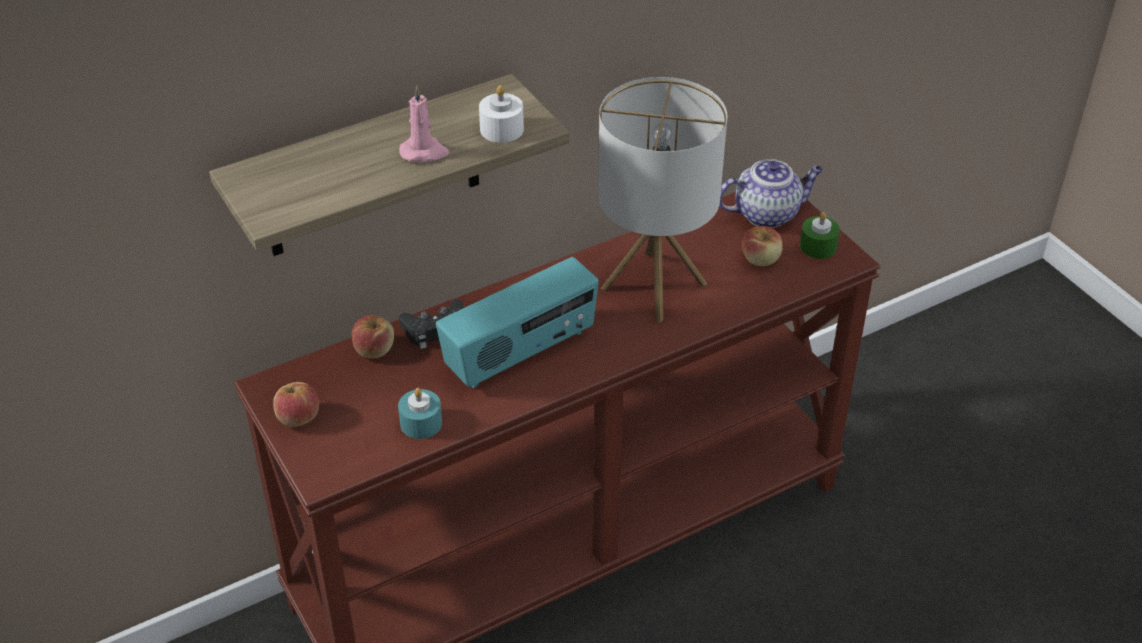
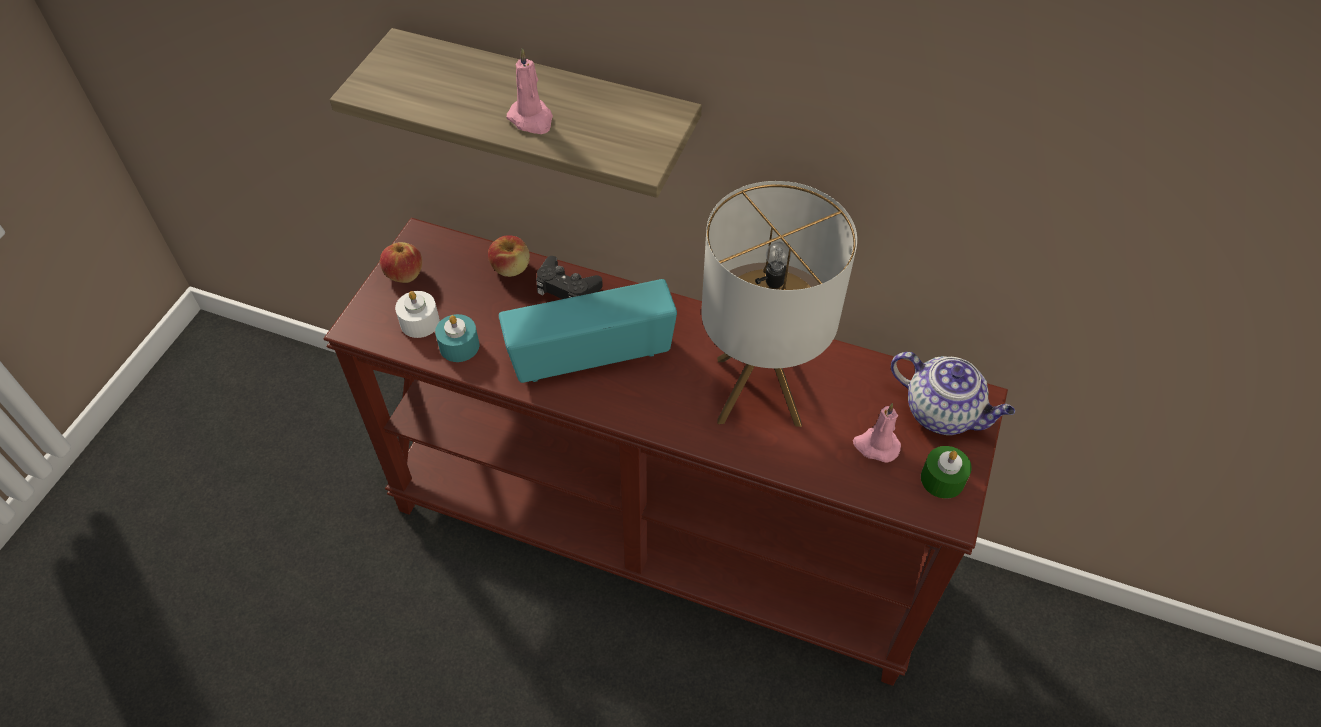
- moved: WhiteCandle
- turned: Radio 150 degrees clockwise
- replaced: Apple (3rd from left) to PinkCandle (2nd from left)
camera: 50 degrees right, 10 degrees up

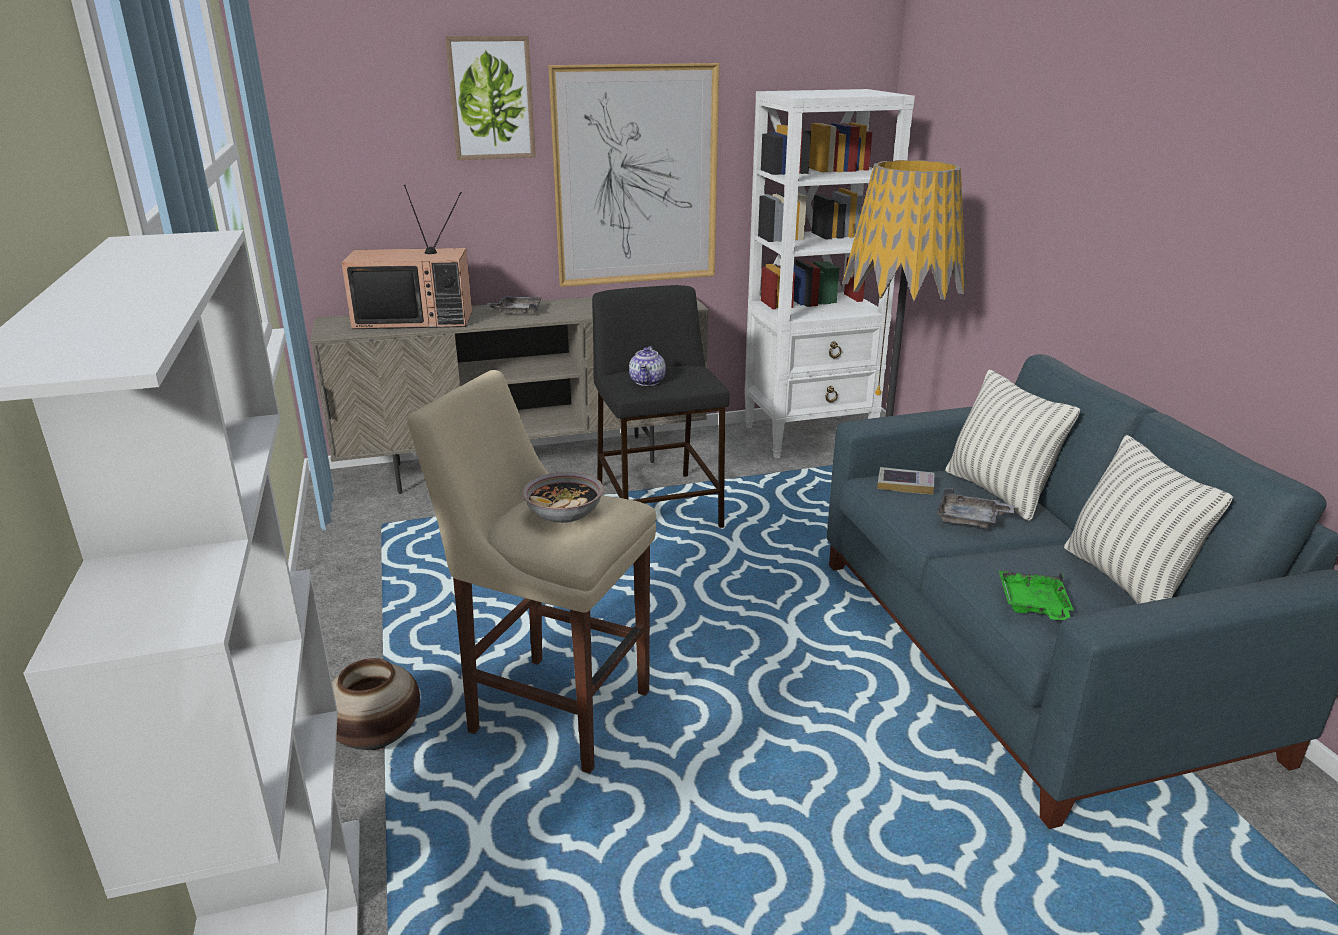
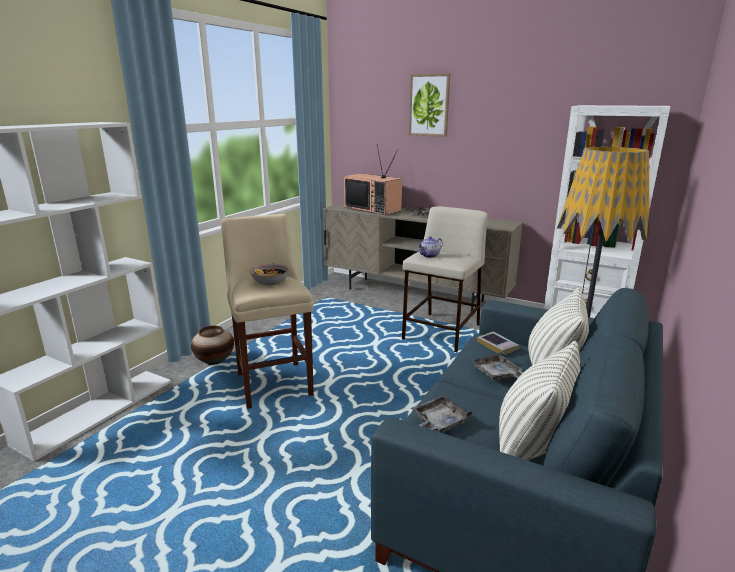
- recoloured: BlackStool to BeigeStool (2nd from left)
- recoloured: GreenTray to GreyTray (2nd from left)
- removed: Picture (2nd from left)
camera: 45 degrees right, 5 degrees down

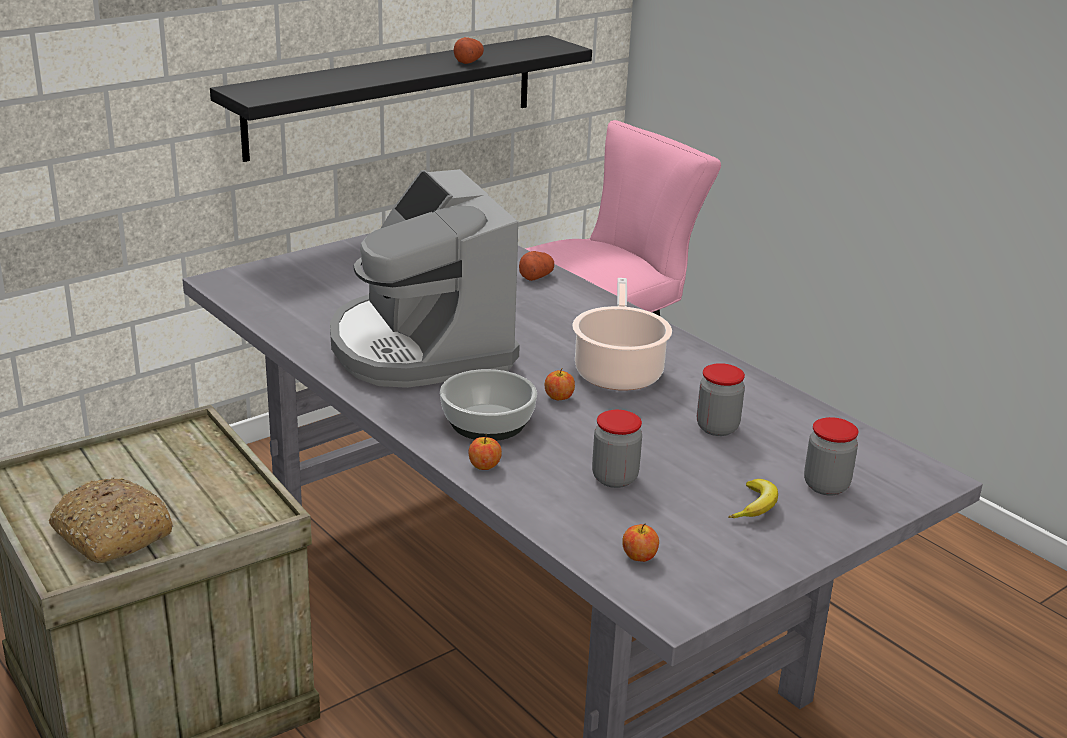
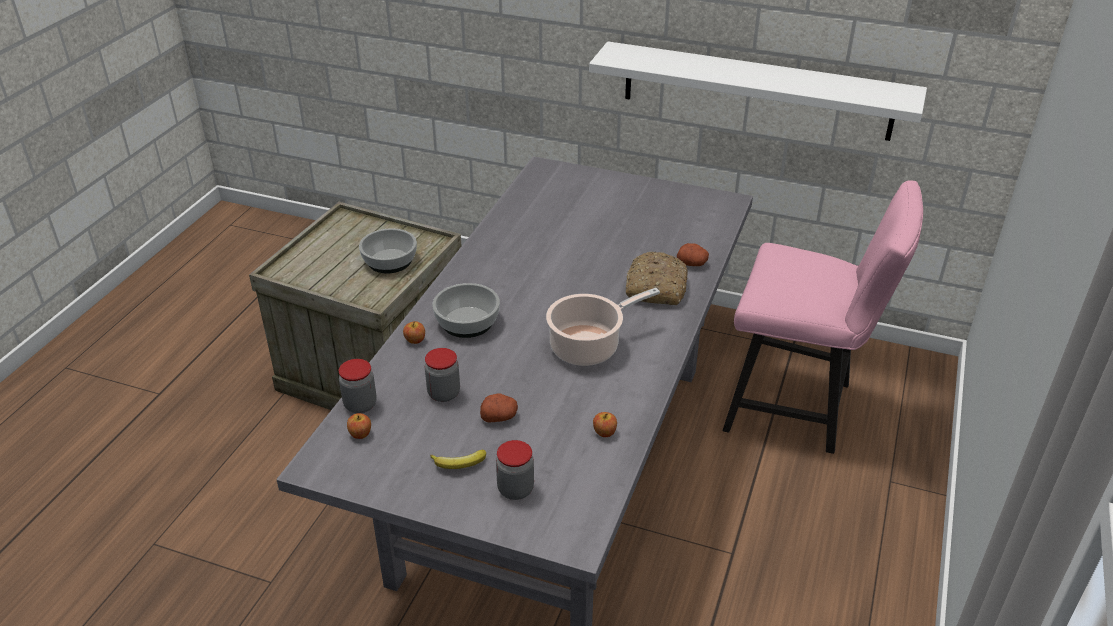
- moved: Jar (2nd from left in the first image) to Jar (1st from left)
- added: Bowl (1st from left)
- moved: Potato (1st from left)
- recoloured: BlackShelf to WhiteShelf
- moved: Apple (2nd from left in the first image) to Apple (3rd from left)
- moved: Bread
- removed: CoffeeMachine
camera: 60 degrees right, 10 degrees up

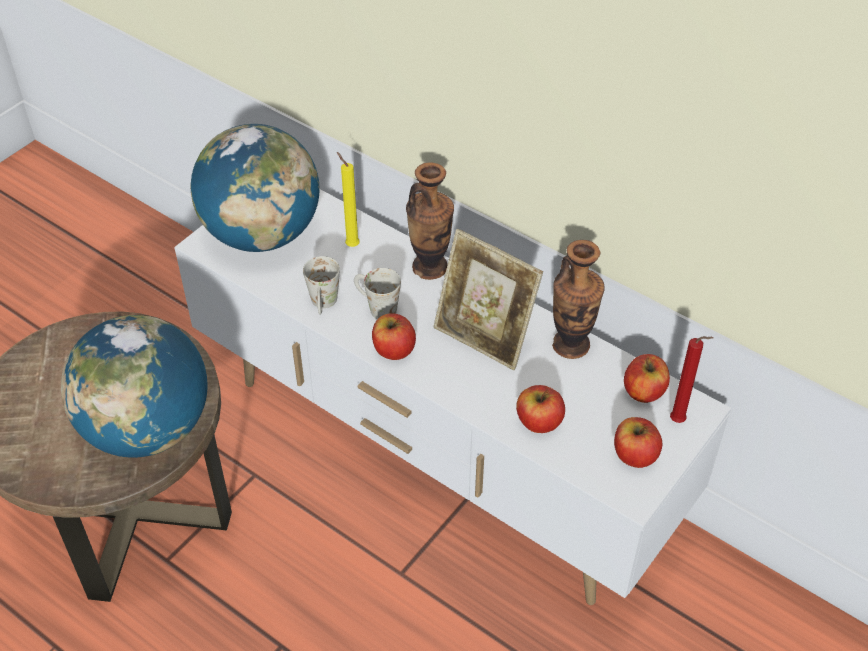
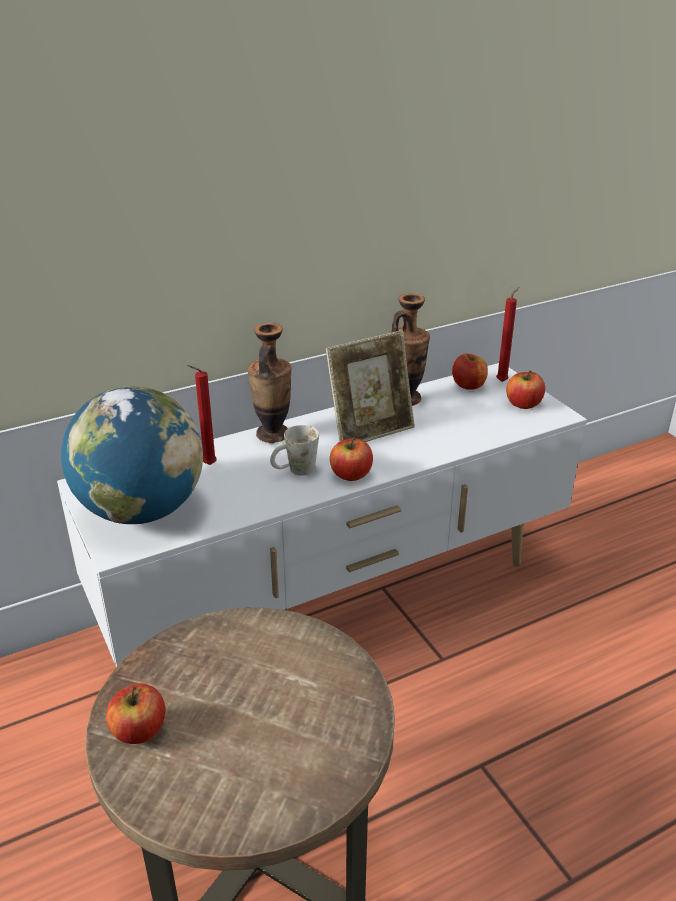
- moved: Apple (2nd from left in the first image) to Apple (1st from left)
- recoloured: YellowCandle to RedCandle (1st from left)
- removed: Globe (1st from left)
- removed: WhiteMug (1st from left)
camera: 65 degrees left, 15 degrees down

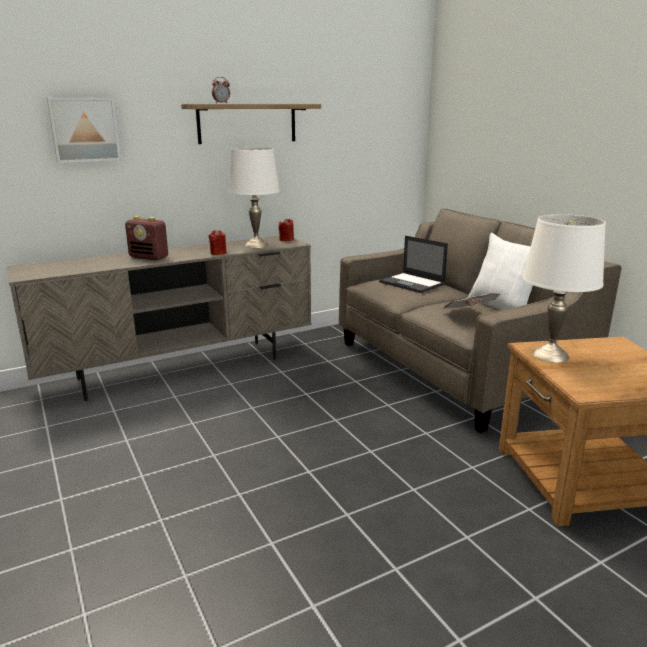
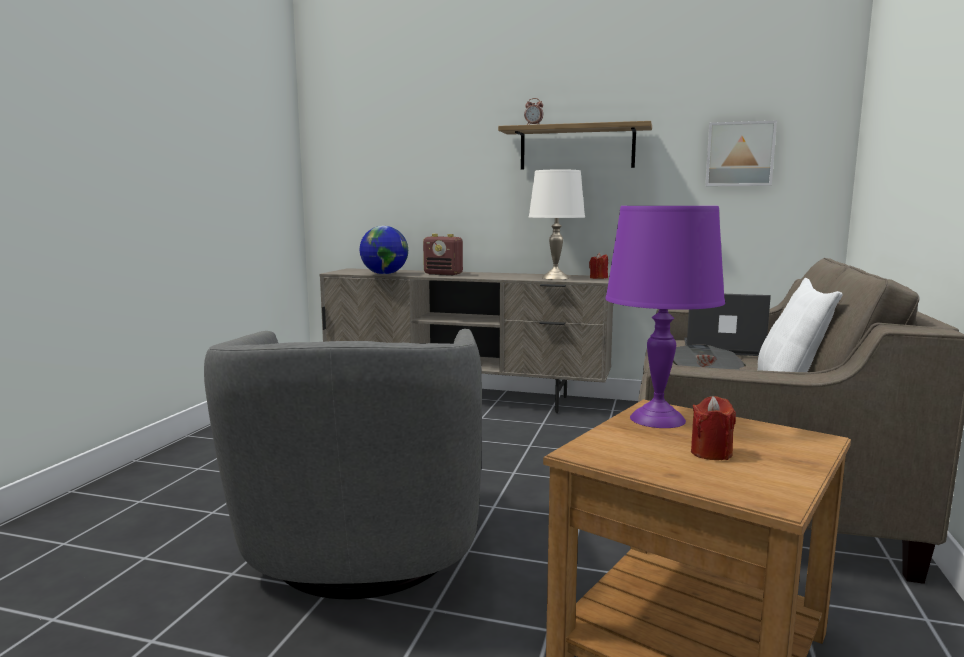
- added: GreyArmchair
- added: Globe
- turned: Radio 45 degrees counterclockwise
- recoloured: WhiteTableLamp (2nd from left) to PurpleTableLamp
- turned: Laptop 105 degrees clockwise
- moved: RedCandle (1st from left in the first image) to RedCandle (2nd from left)
- moved: Picture
camera: 45 degrees right, 10 degrees down

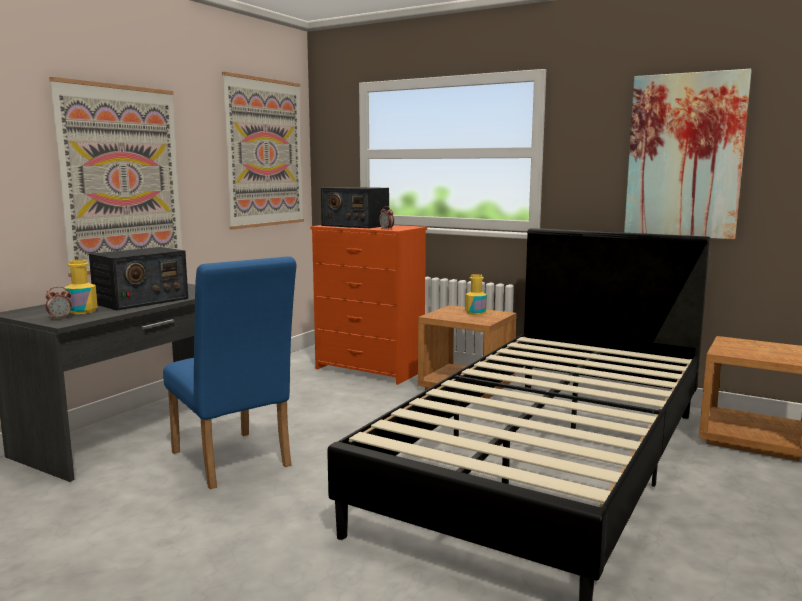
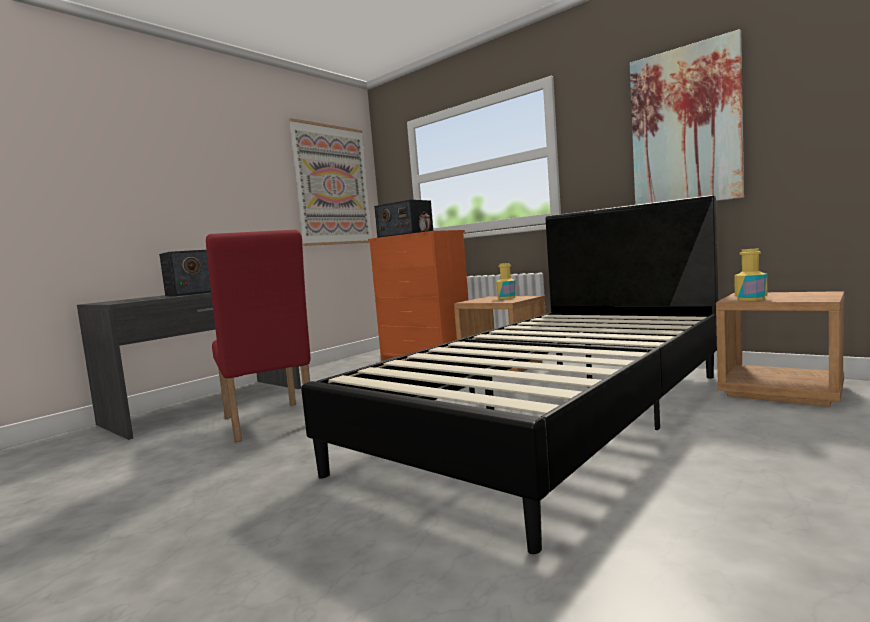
- recoloured: BlueChair to RedChair
- moved: YellowBottle (1st from left in the first image) to YellowBottle (2nd from left)
- removed: AlarmClock (1st from left)
- removed: Picture (1st from left)
camera: 10 degrees right, 5 degrees down

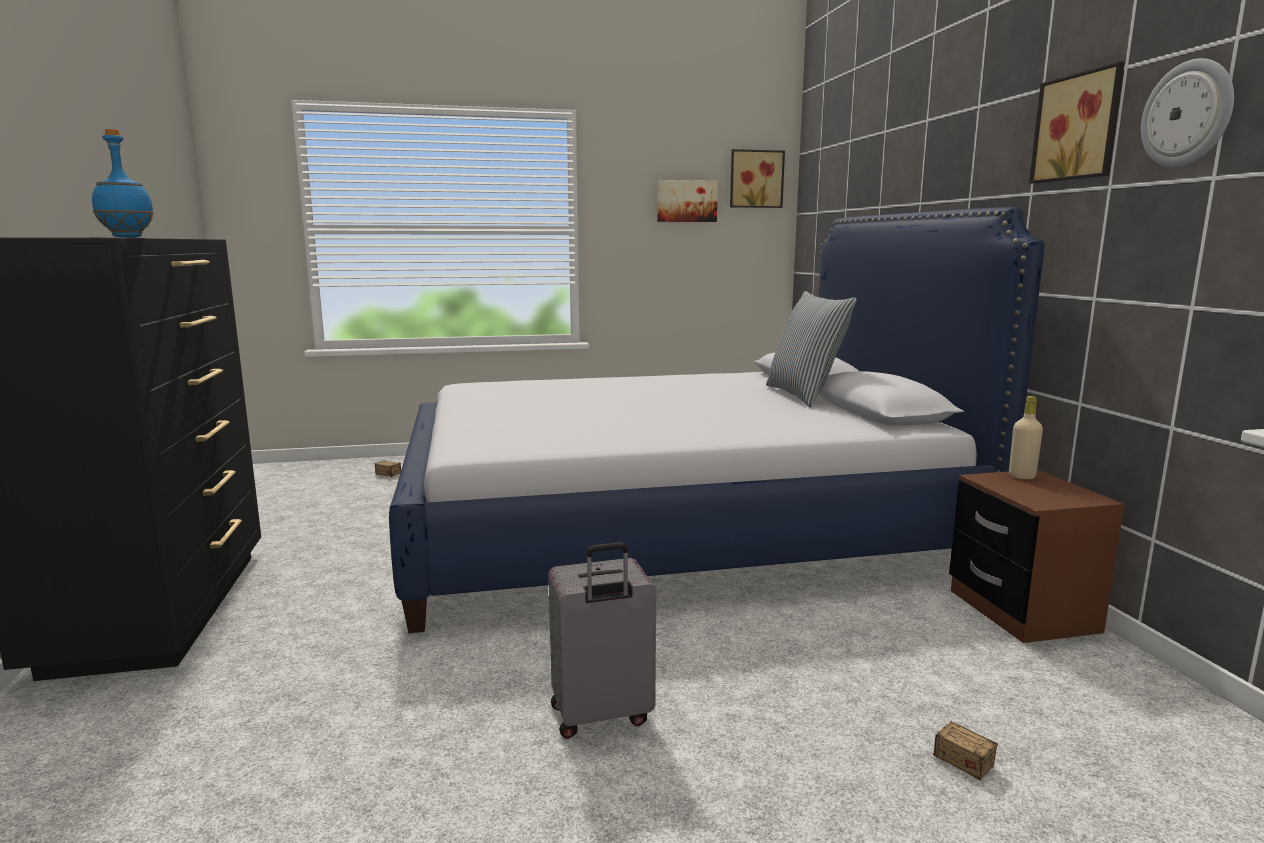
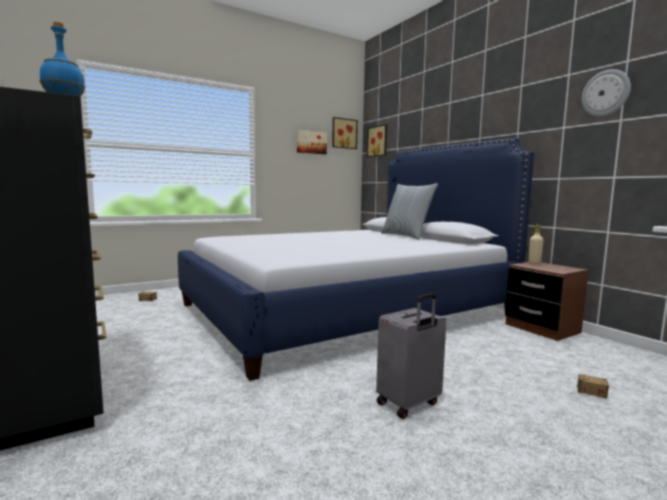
- moved: Picture (3rd from left)
camera: 20 degrees left, 5 degrees down

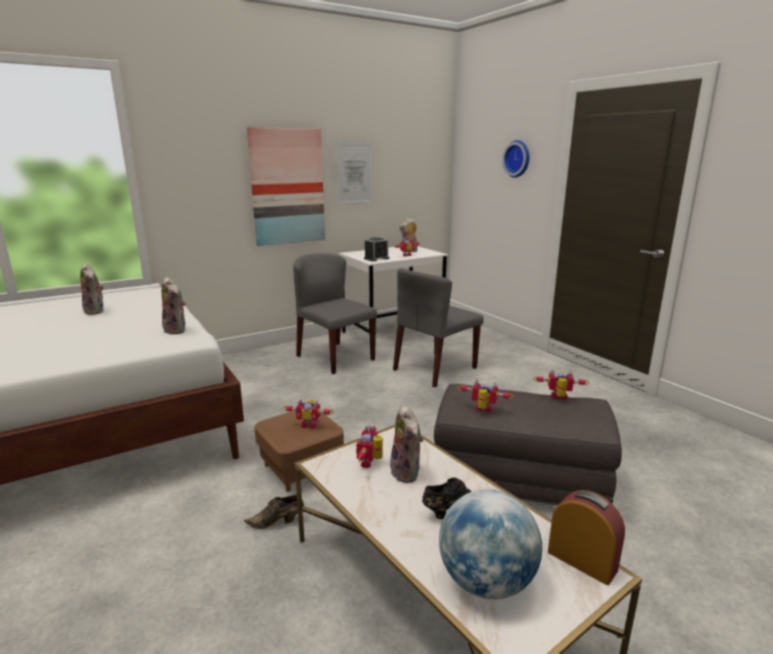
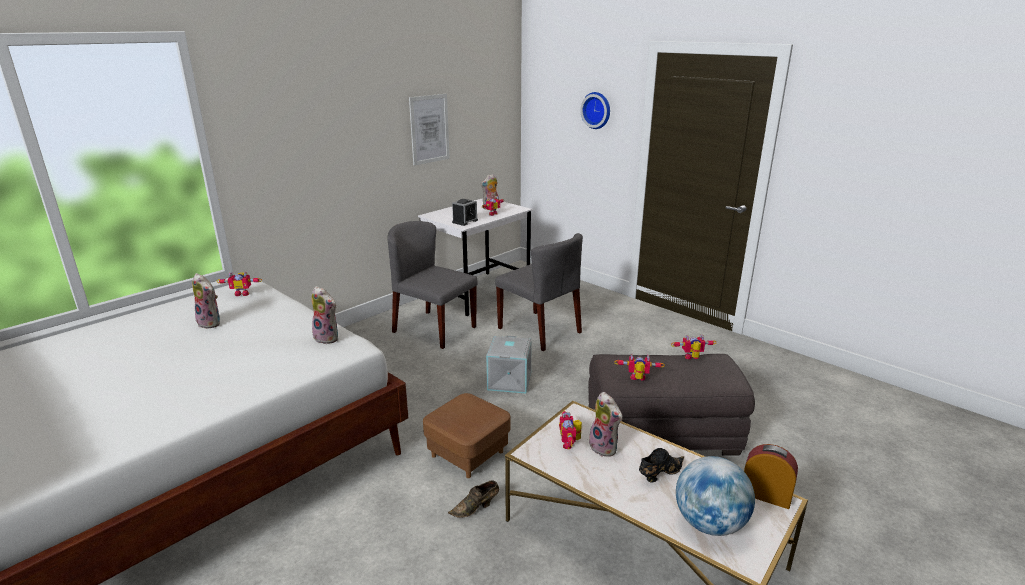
- moved: ToyRobot (1st from left)
- added: GreyStorageBox
- turned: GreyChair (2nd from left) 75 degrees counterclockwise
- removed: Picture (1st from left)
camera: 15 degrees left, 5 degrees up

